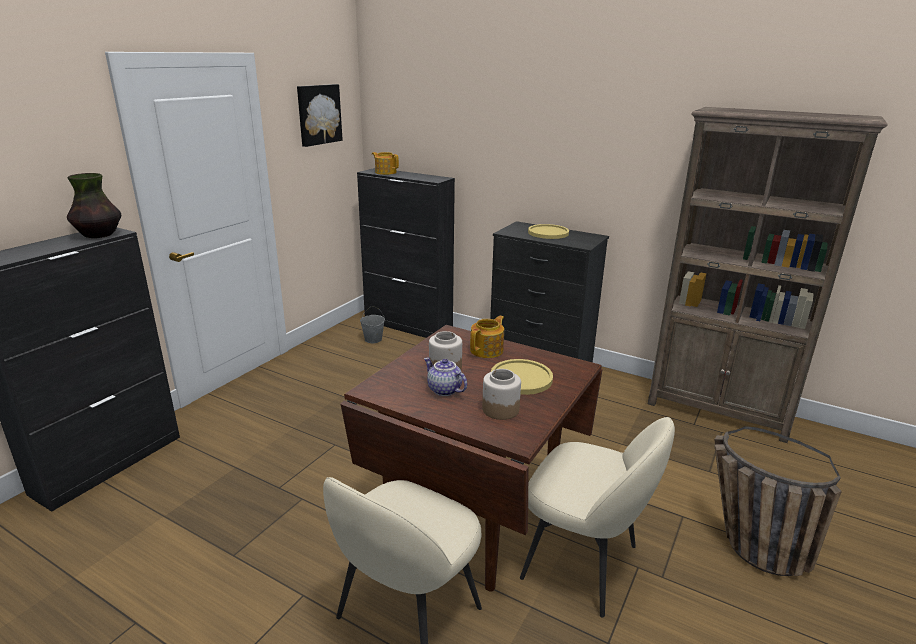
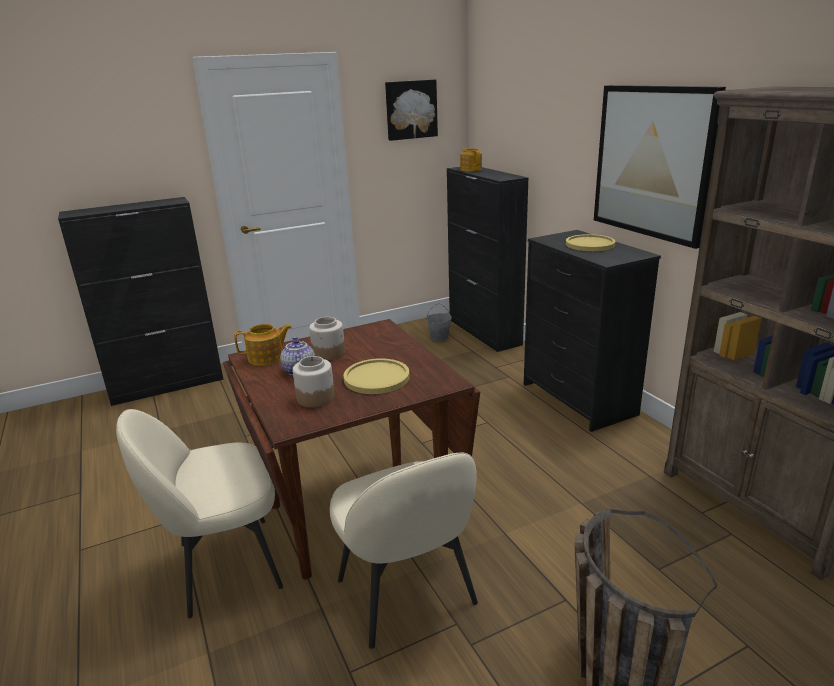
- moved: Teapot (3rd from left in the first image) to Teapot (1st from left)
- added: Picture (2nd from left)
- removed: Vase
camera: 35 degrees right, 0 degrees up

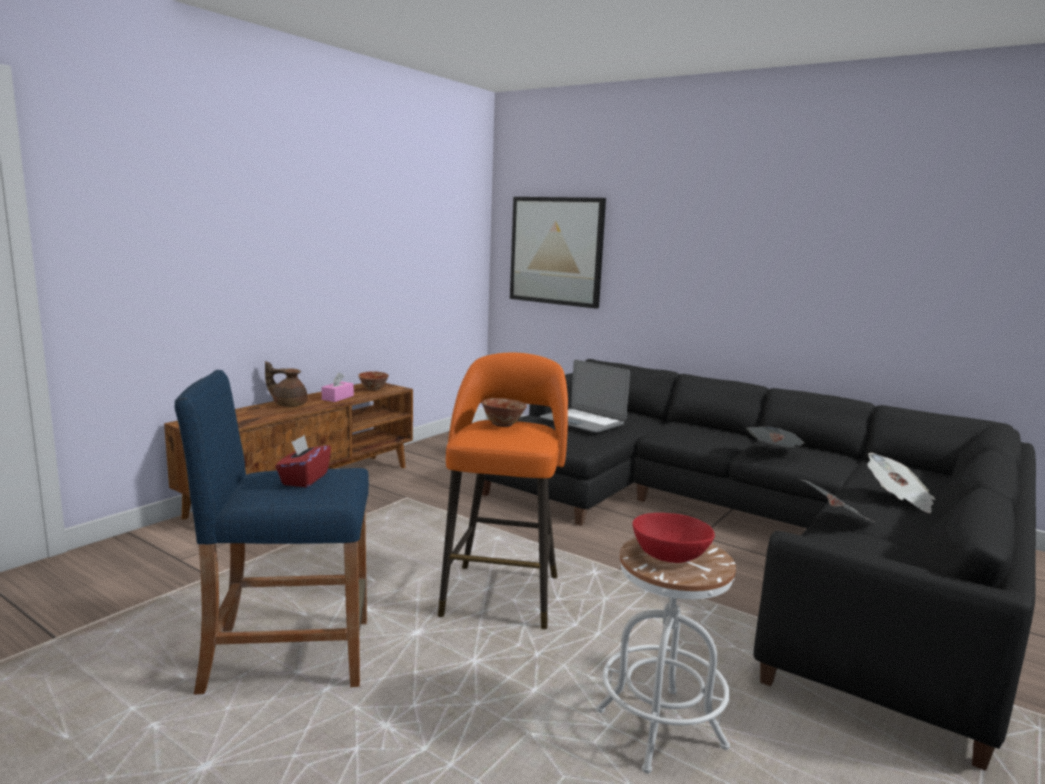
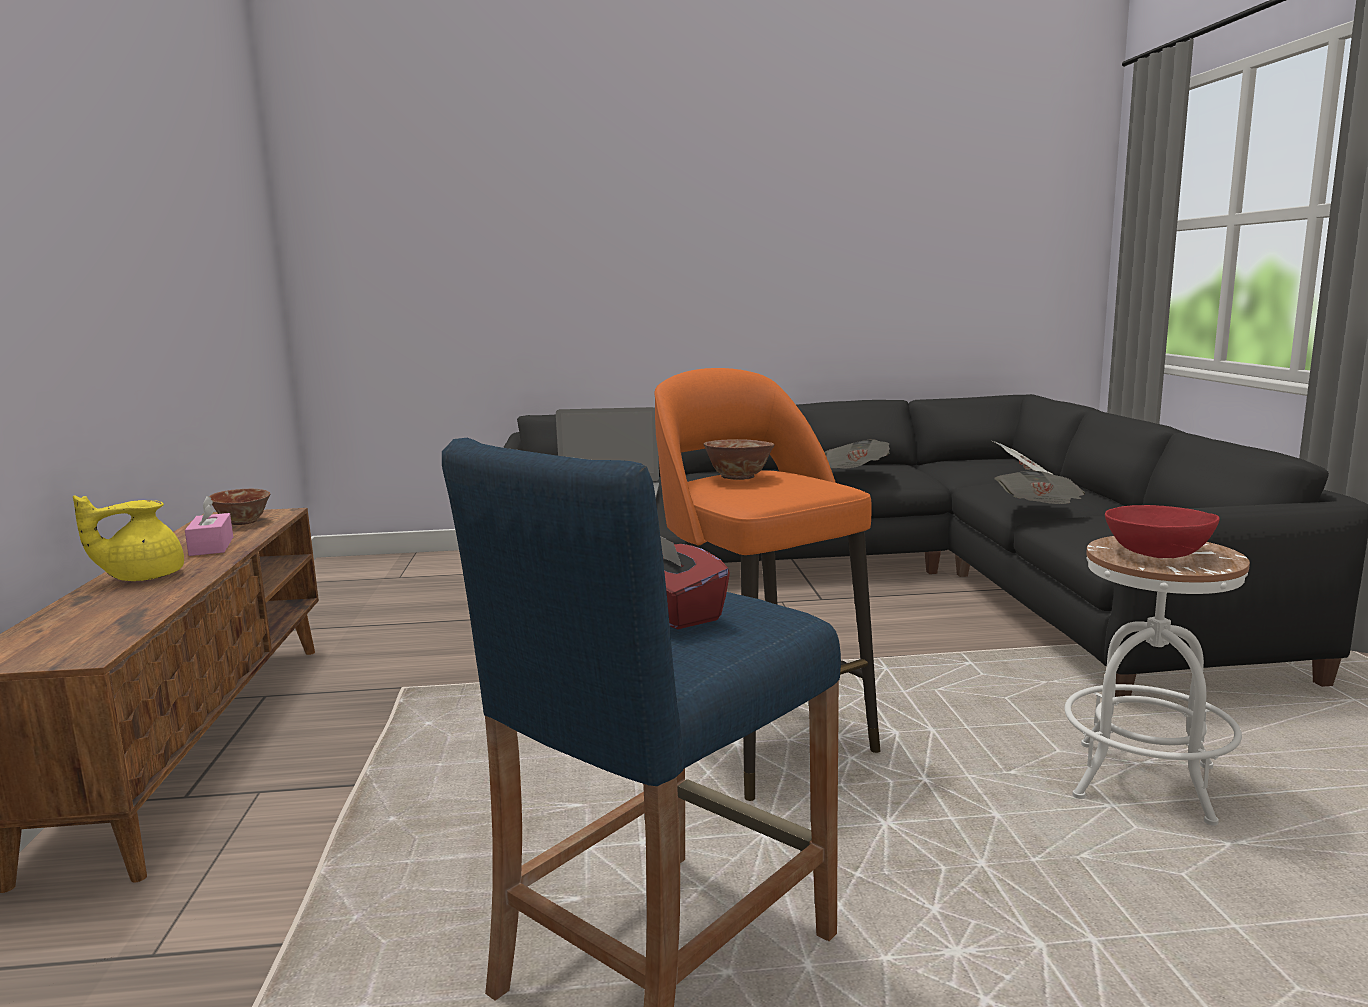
- recoloured: BrownTeapot to YellowTeapot
- removed: Picture
camera: 40 degrees left, 0 degrees up

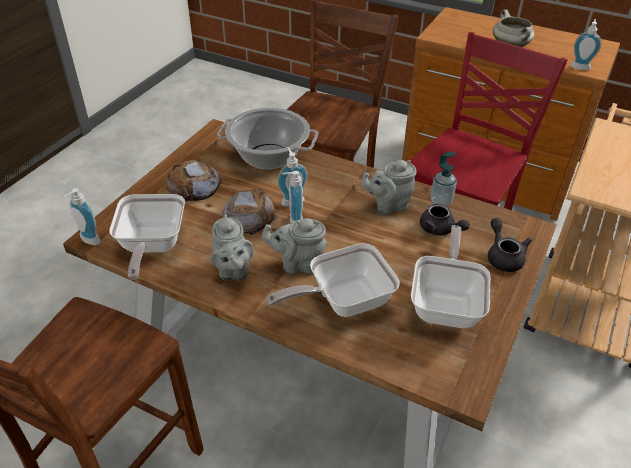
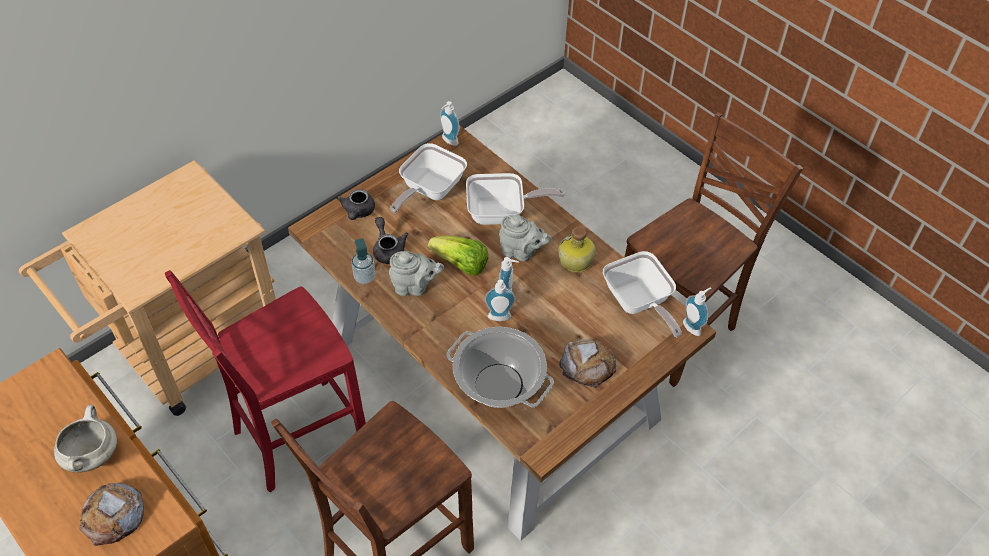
- moved: Bread (2nd from left in the first image) to Bread (1st from left)
- added: Lettuce
- moved: SoapDispenser (5th from left in the first image) to SoapDispenser (2nd from left)
- replaced: GreyTeapot (1st from left) to Bottle
- turned: FryingPan (1st from left in the first image) 135 degrees clockwise
camera: 160 degrees left, 10 degrees up

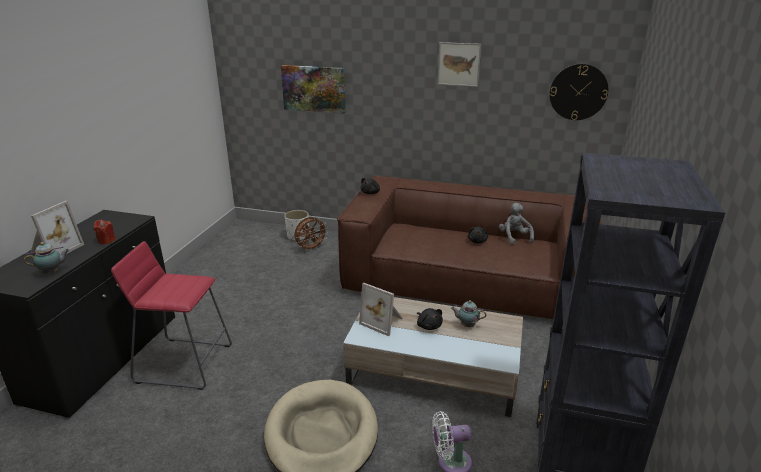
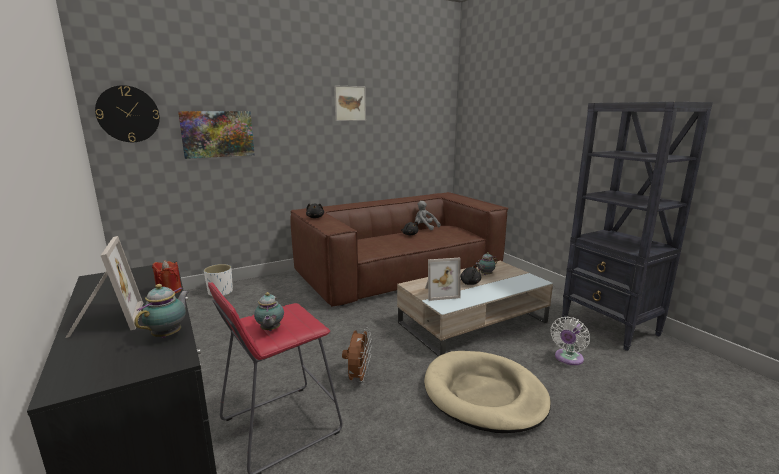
- moved: WallClock
- added: Teapot (2nd from left)
- moved: BrownFan
camera: 45 degrees left, 10 degrees down

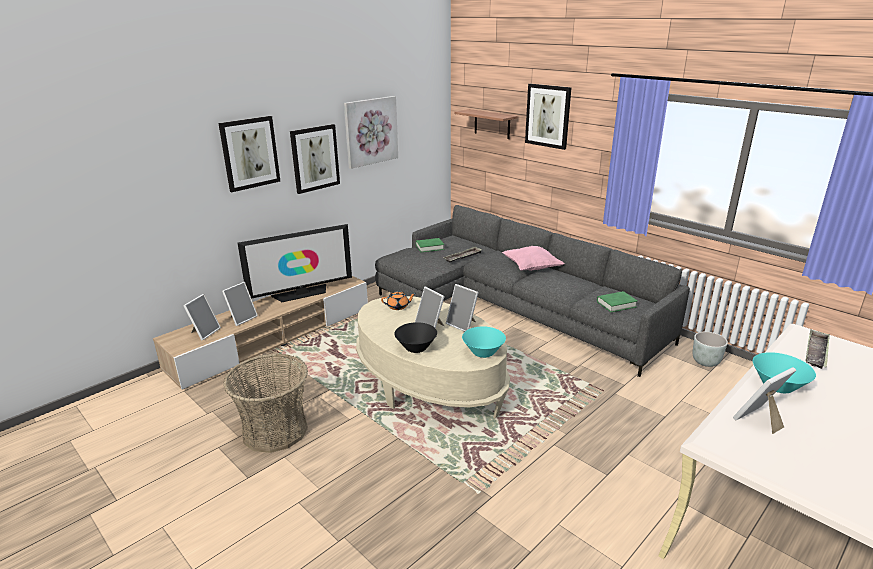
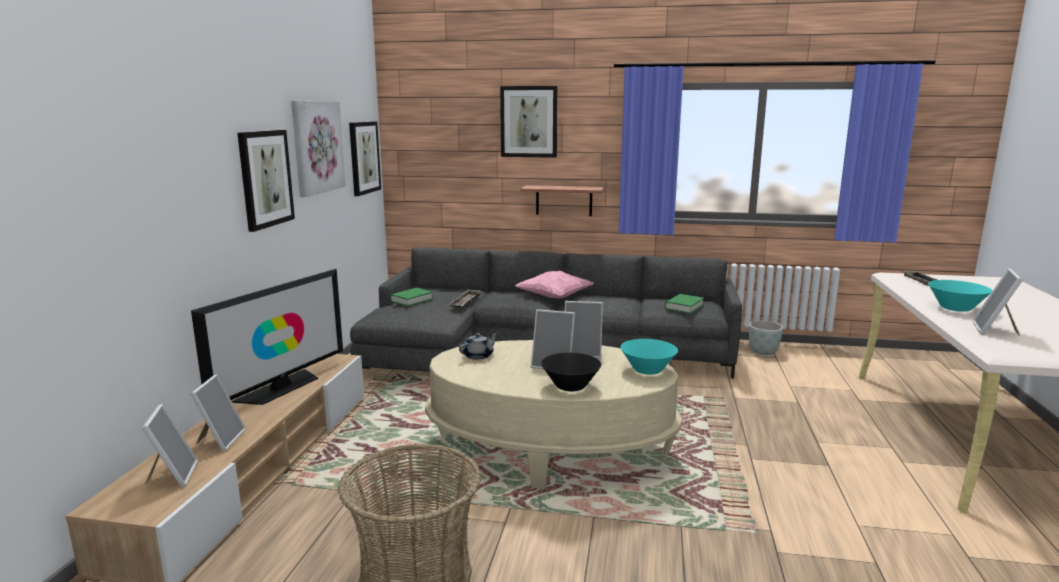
- moved: Picture (1st from left in the first image) to Picture (3rd from left)
- recoloured: OrangeTeapot to GreyTeapot
- moved: Shelf
camera: 35 degrees left, 10 degrees down

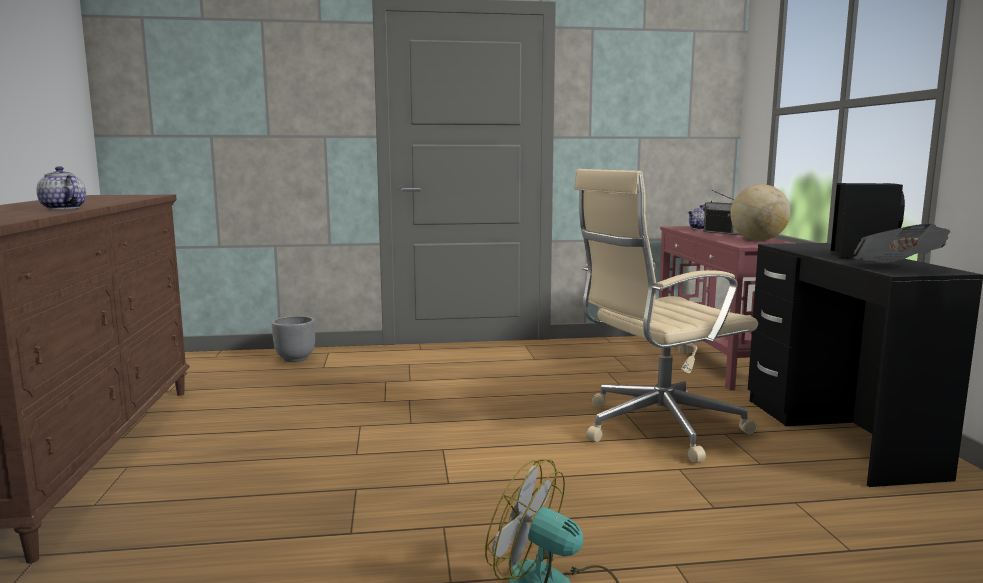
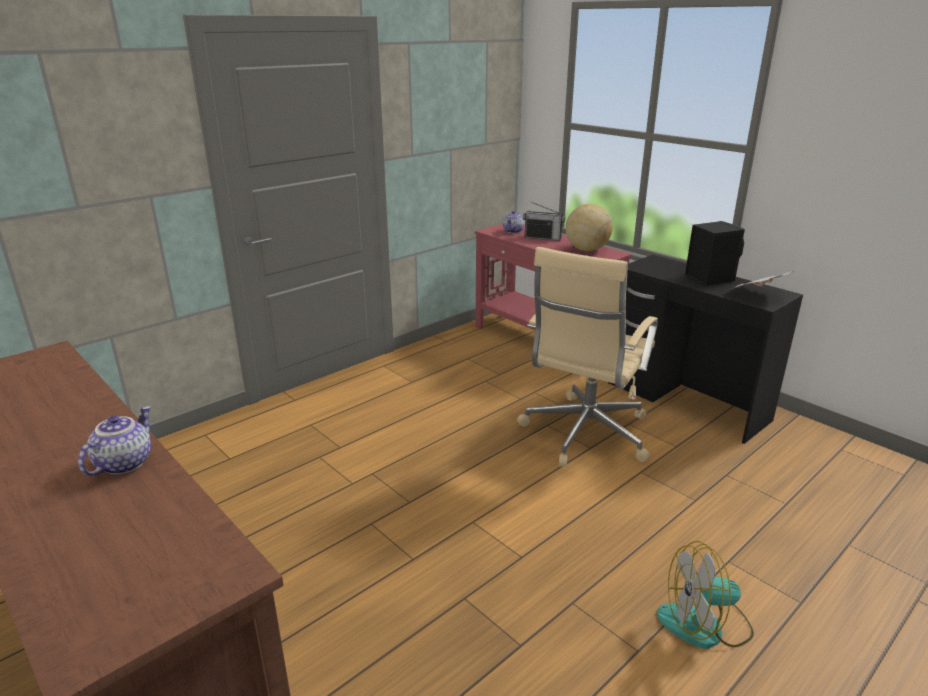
- turned: Teapot (1st from left) 105 degrees clockwise
- removed: GreyPlanter
camera: 35 degrees left, 15 degrees up

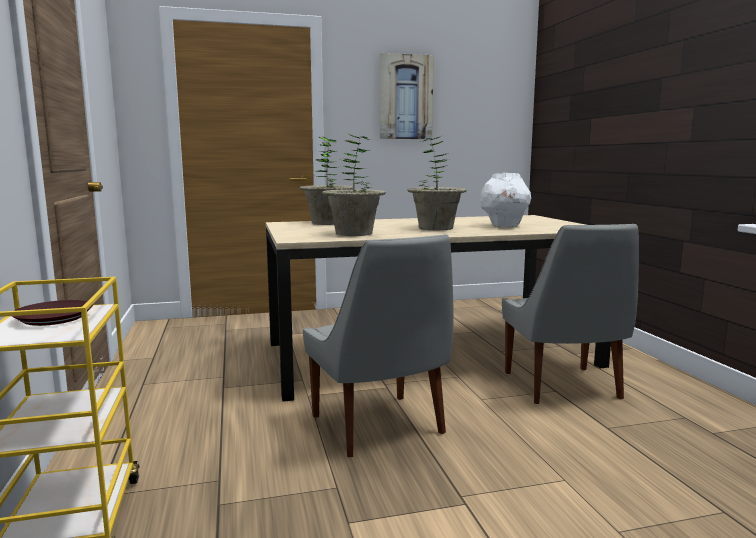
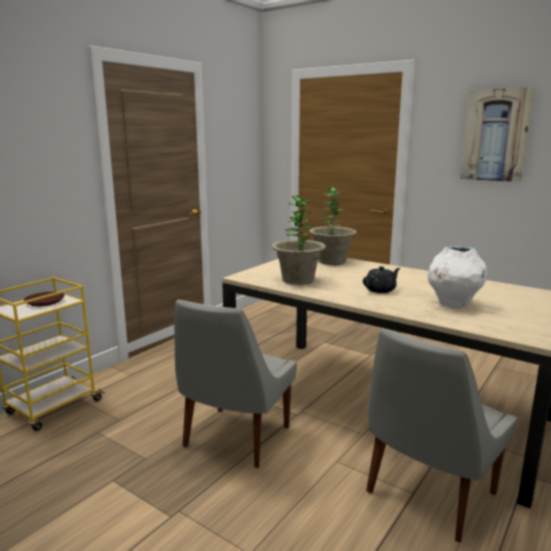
- replaced: PottedPlant (3rd from left) to BlackTeapot
camera: 50 degrees right, 5 degrees up

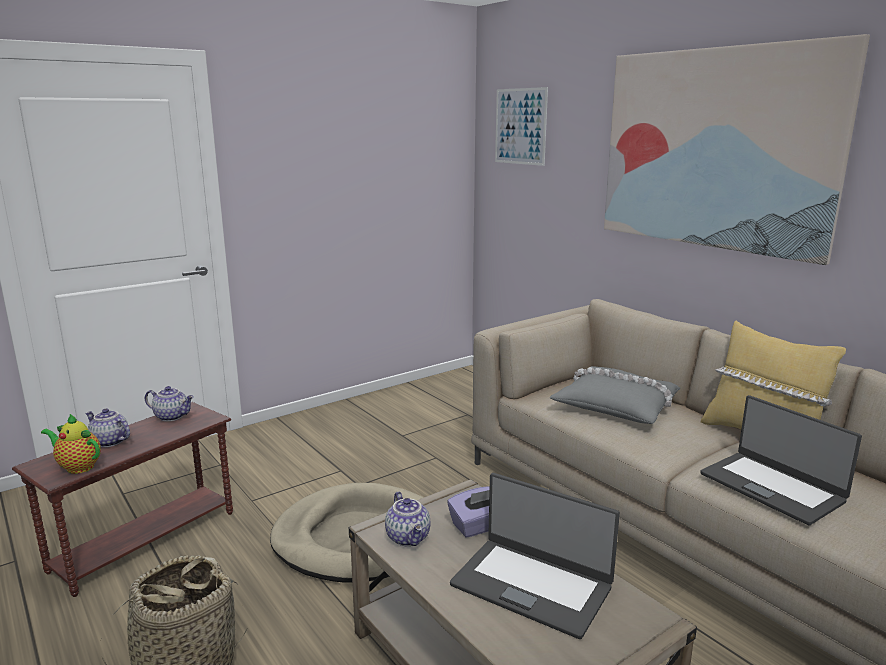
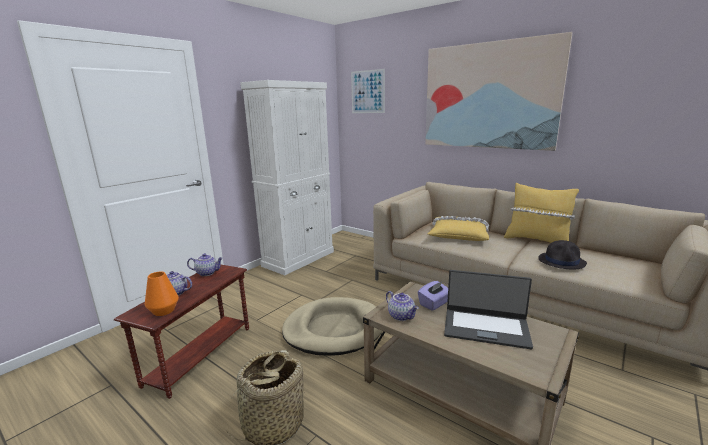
- replaced: Teapot (1st from left) to OrangeVase
- added: WhiteCabinet
- recoloured: GreyPillow to YellowPillow (1st from left)
- replaced: Laptop (2nd from left) to BlackHat
camera: 15 degrees left, 0 degrees up

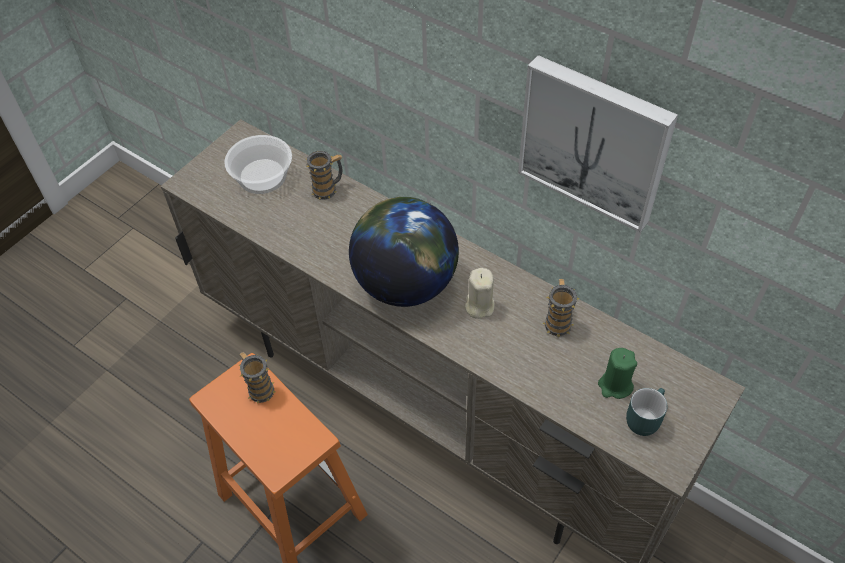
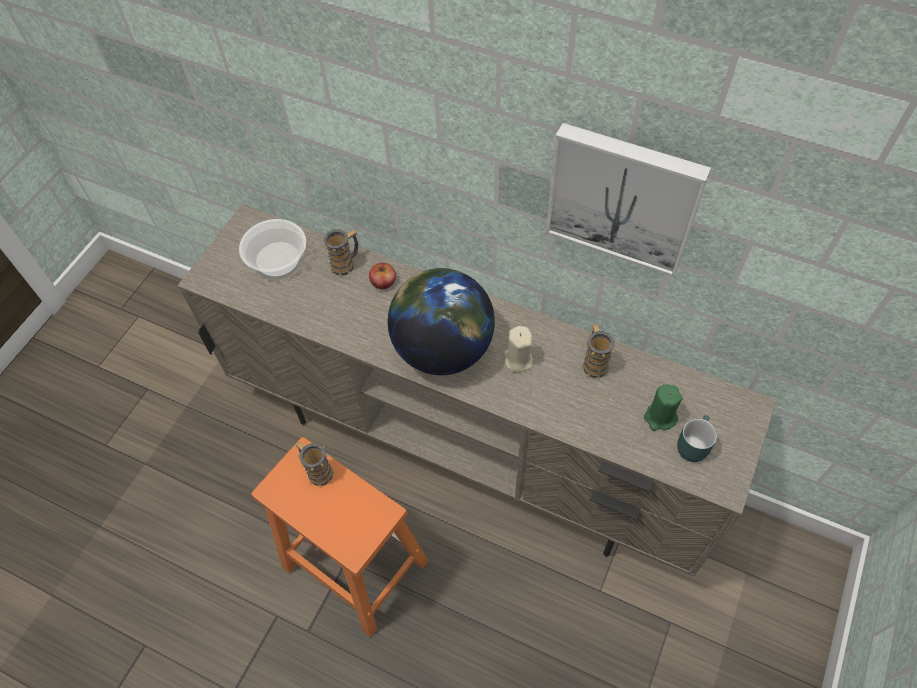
- added: Apple
camera: 10 degrees left, 5 degrees up

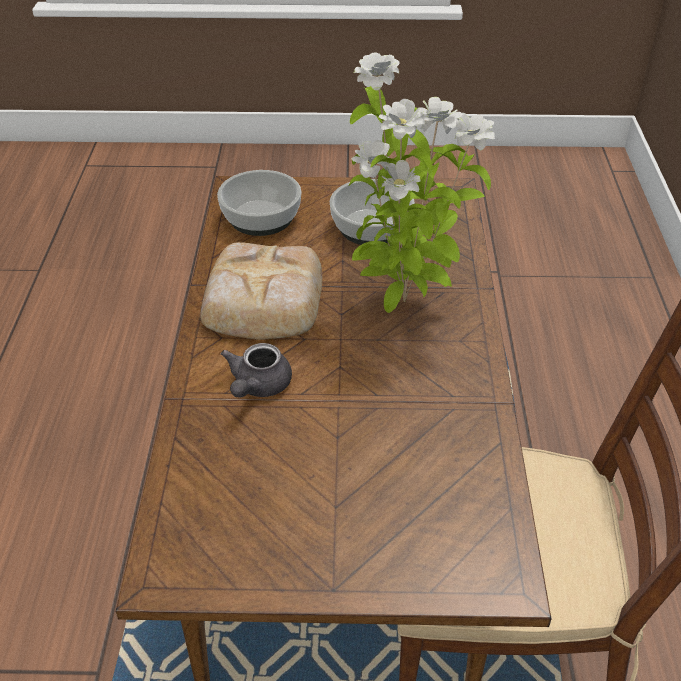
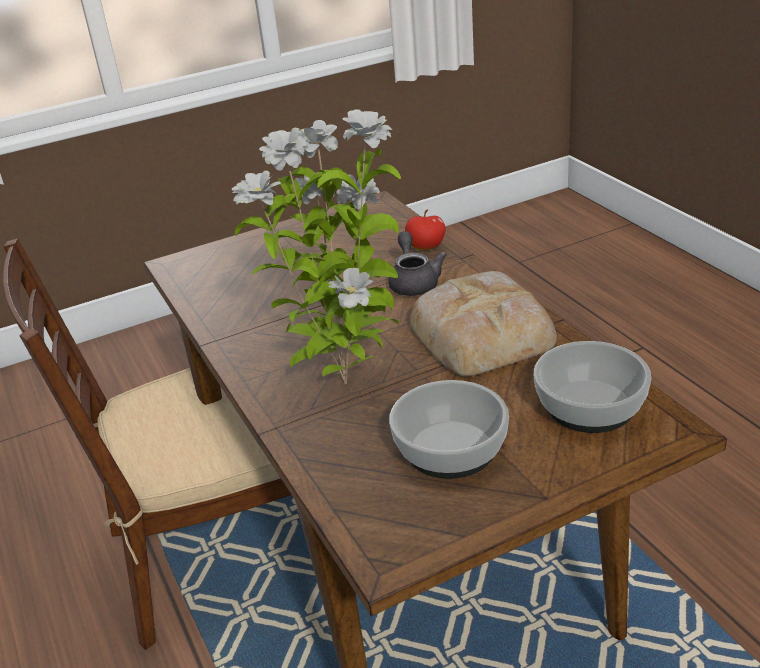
- added: Apple
camera: 155 degrees right, 10 degrees down

